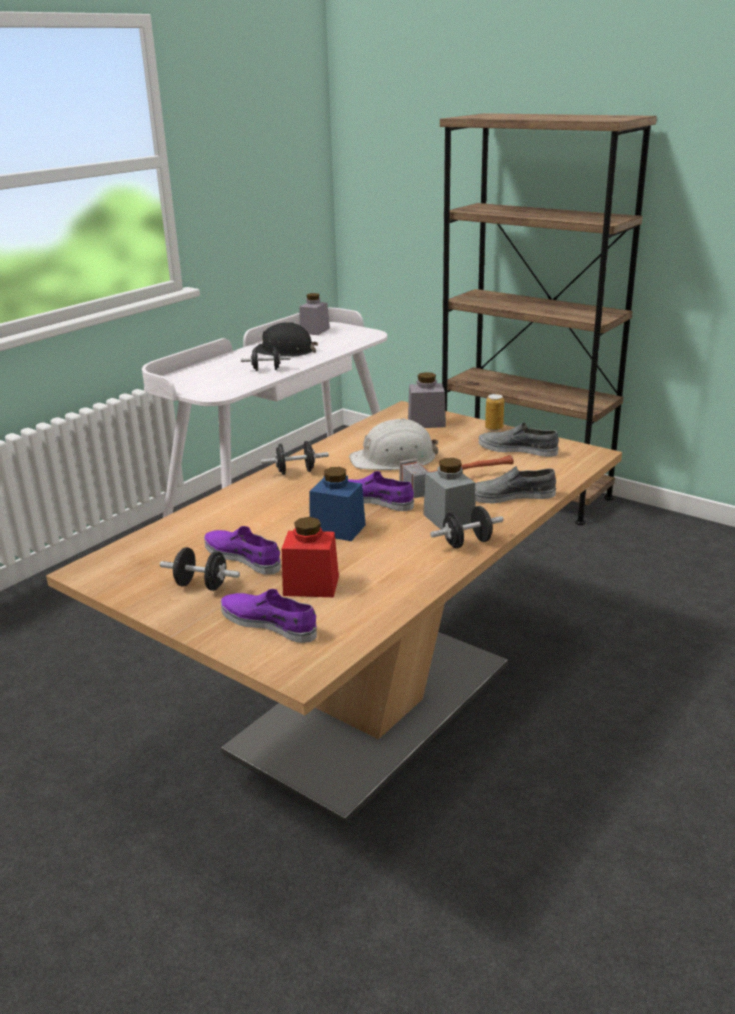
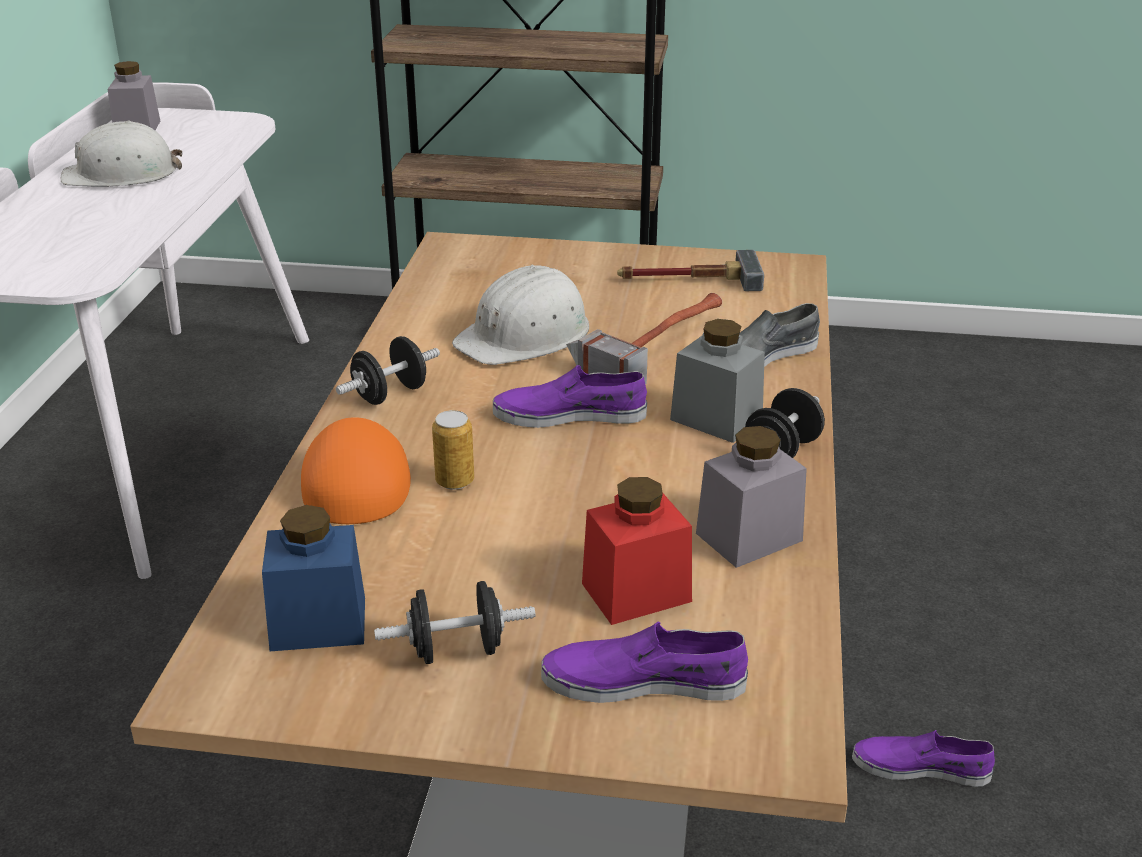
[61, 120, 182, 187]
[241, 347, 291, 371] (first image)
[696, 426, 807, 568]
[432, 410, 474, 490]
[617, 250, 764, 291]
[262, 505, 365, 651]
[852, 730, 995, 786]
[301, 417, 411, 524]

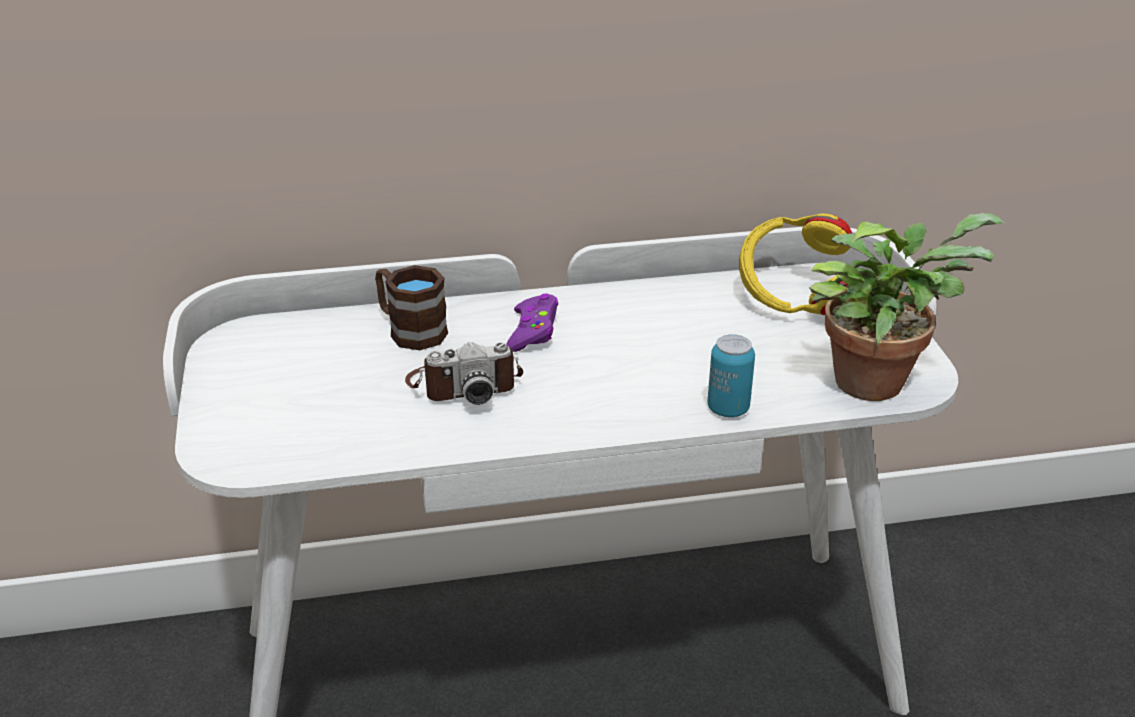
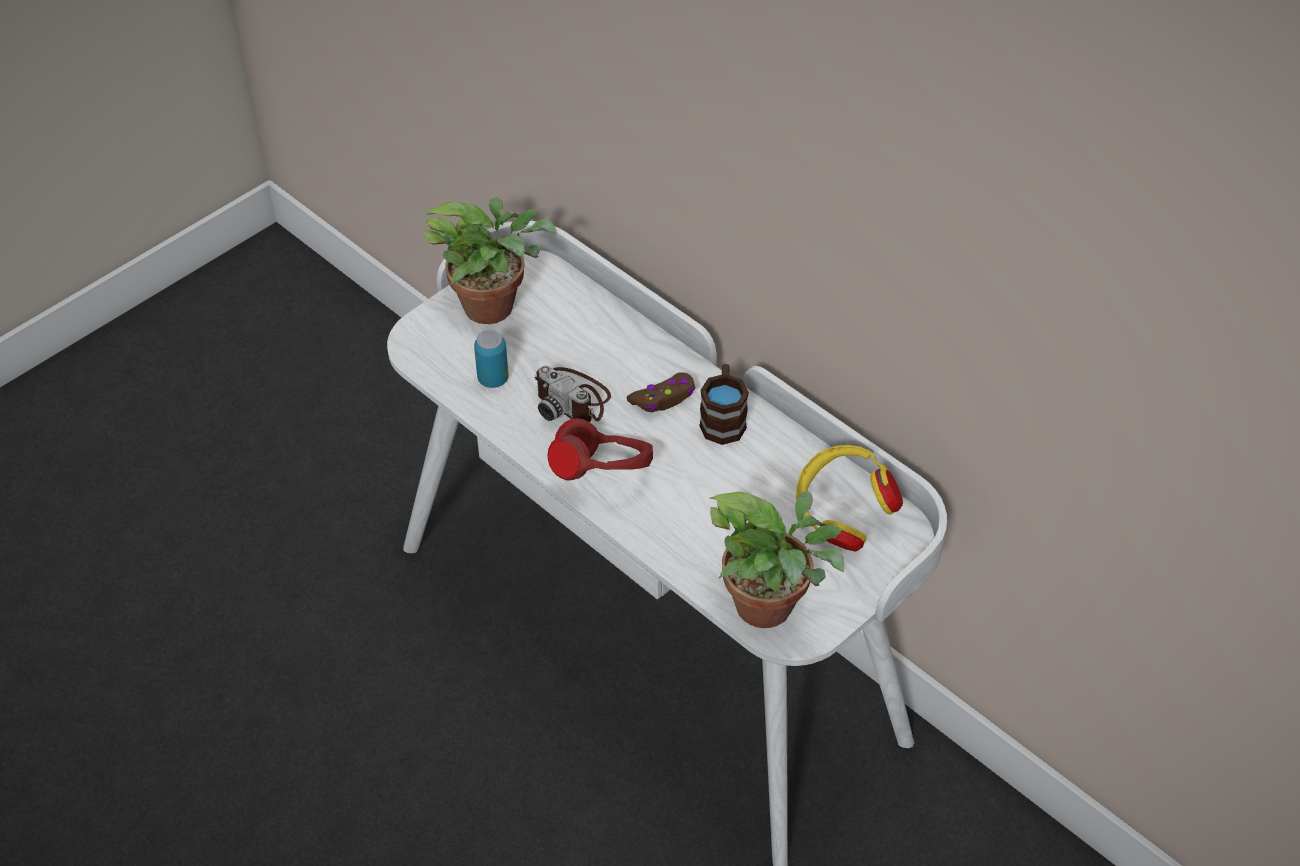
[699, 364, 749, 445]
[626, 373, 695, 412]
[474, 330, 509, 388]
[423, 197, 558, 324]
[548, 418, 653, 481]

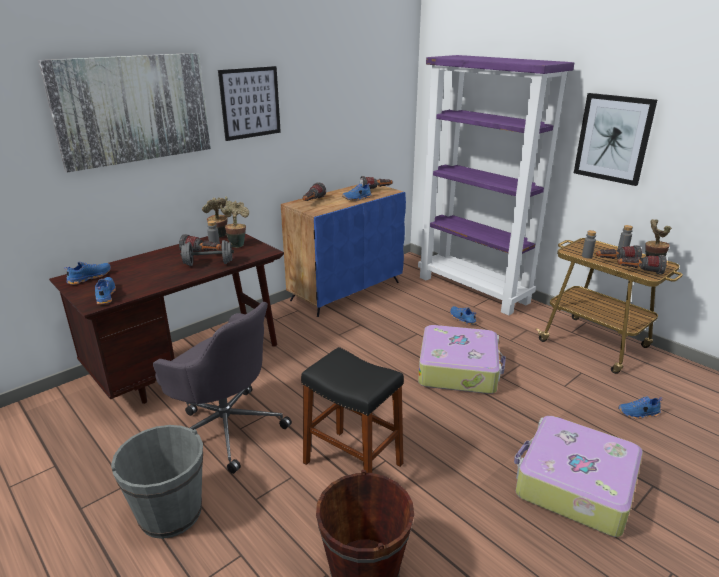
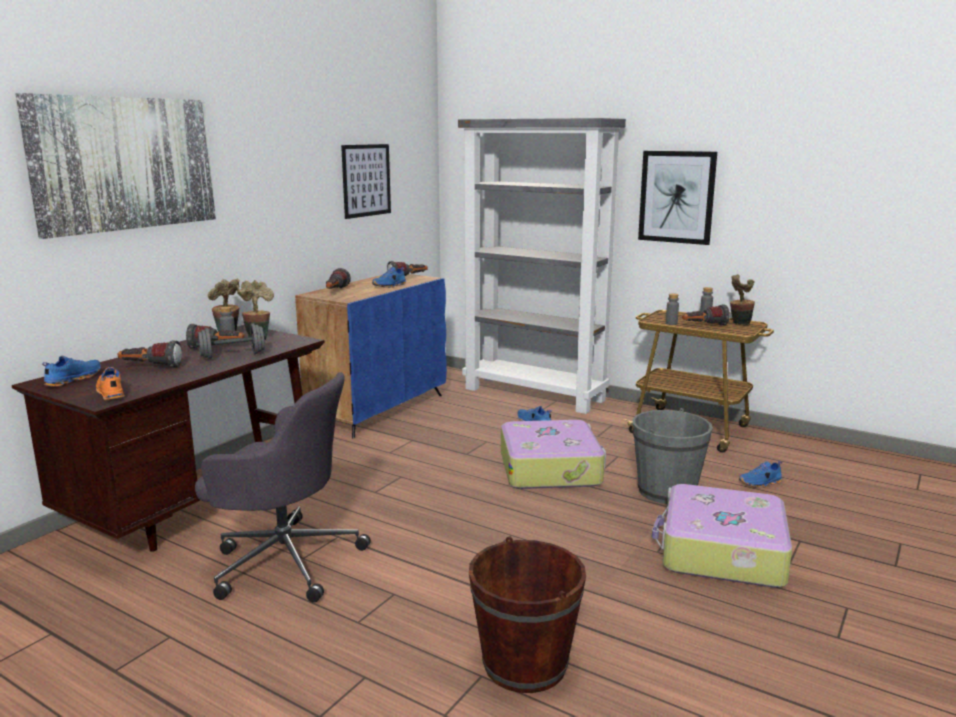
[458, 118, 626, 414]
[341, 144, 391, 219]
[117, 340, 182, 368]
[96, 367, 125, 400]
[301, 347, 404, 473] (first image)
[632, 408, 713, 504]

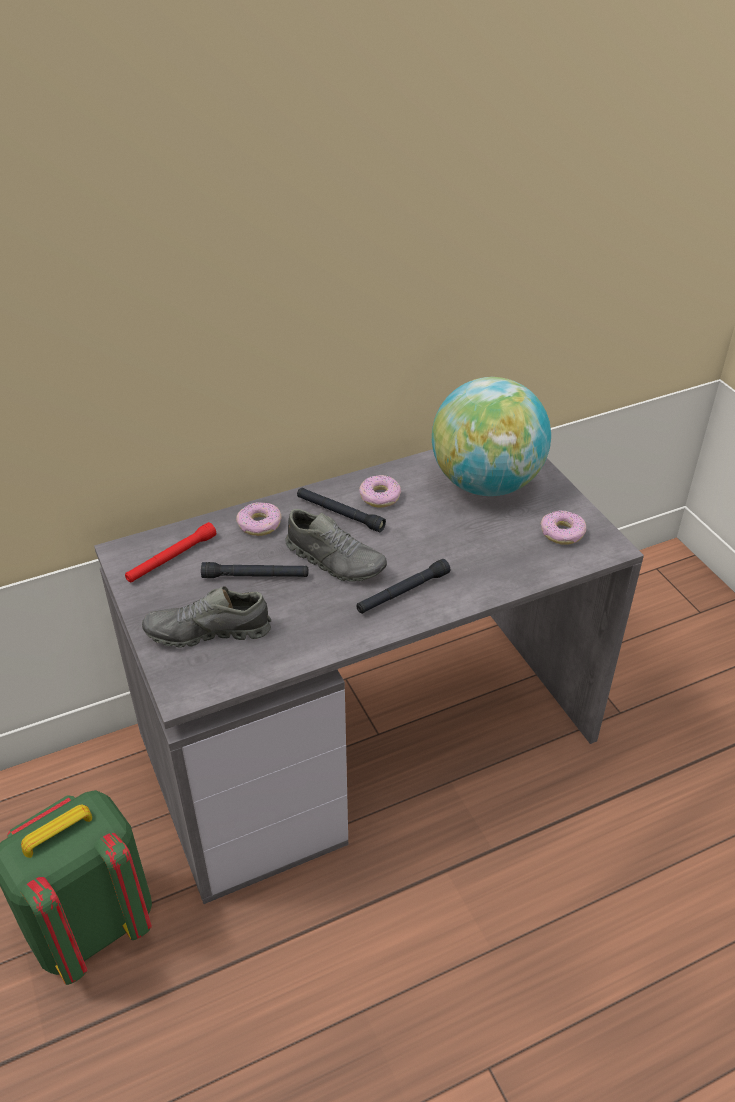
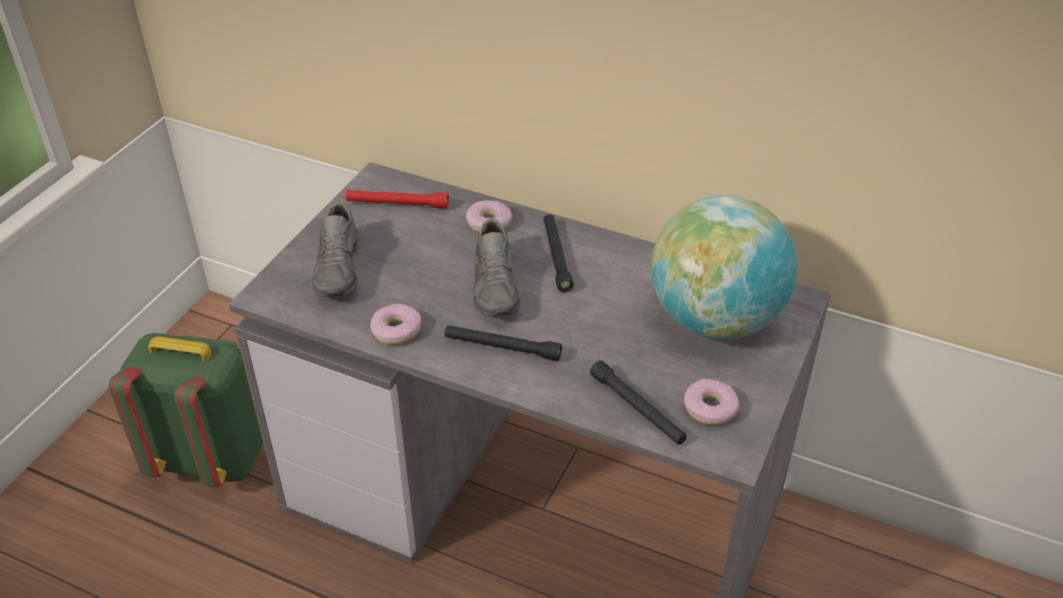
[370, 303, 421, 345]
[590, 360, 686, 445]
[312, 202, 359, 297]

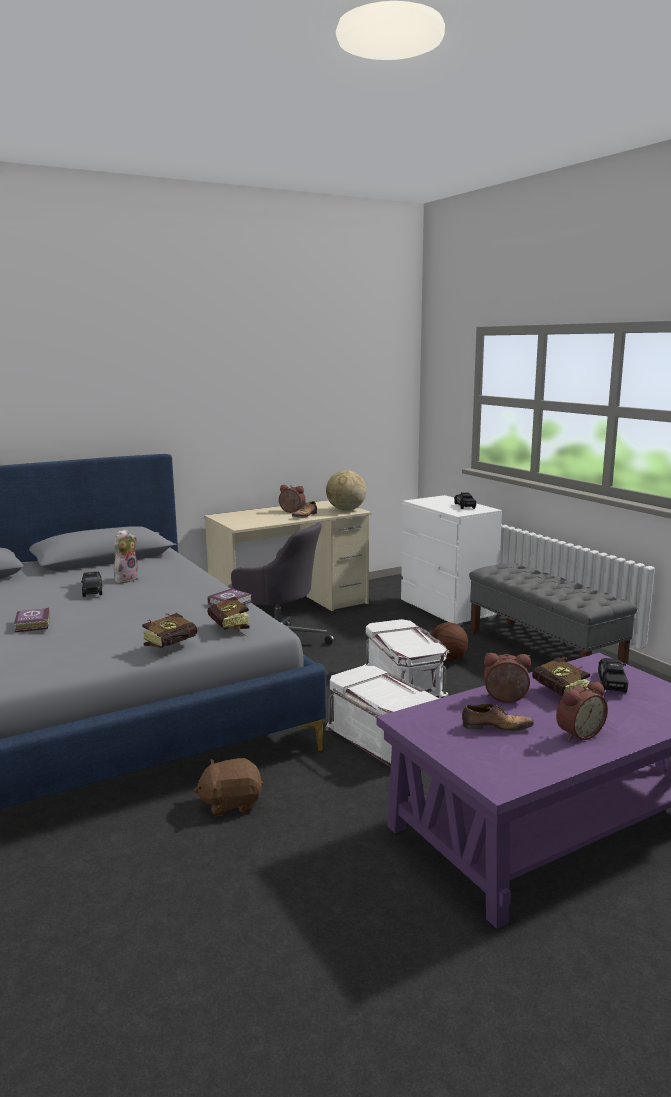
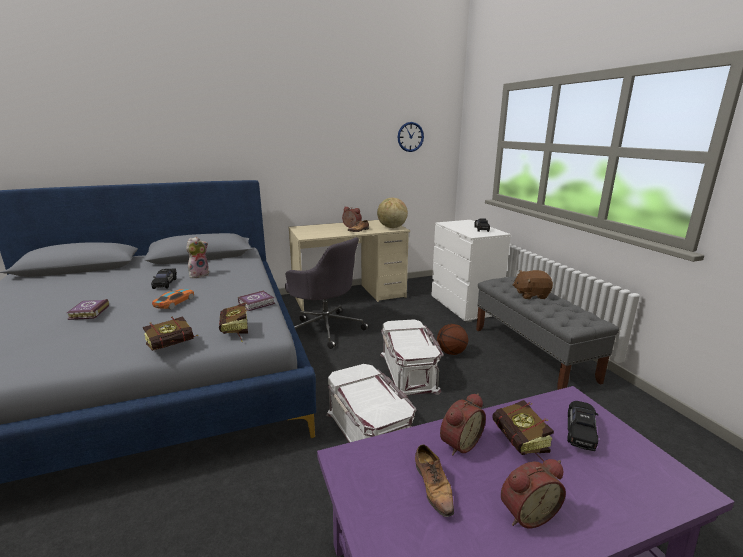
[440, 393, 486, 456]
[415, 444, 454, 517]
[513, 270, 553, 299]
[397, 122, 424, 152]
[152, 289, 194, 310]

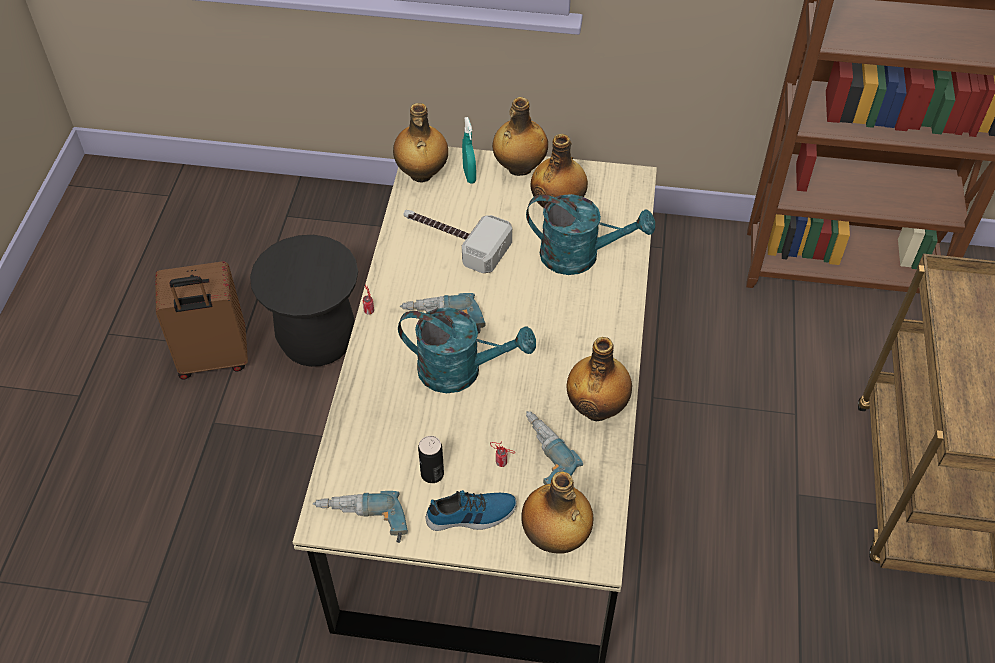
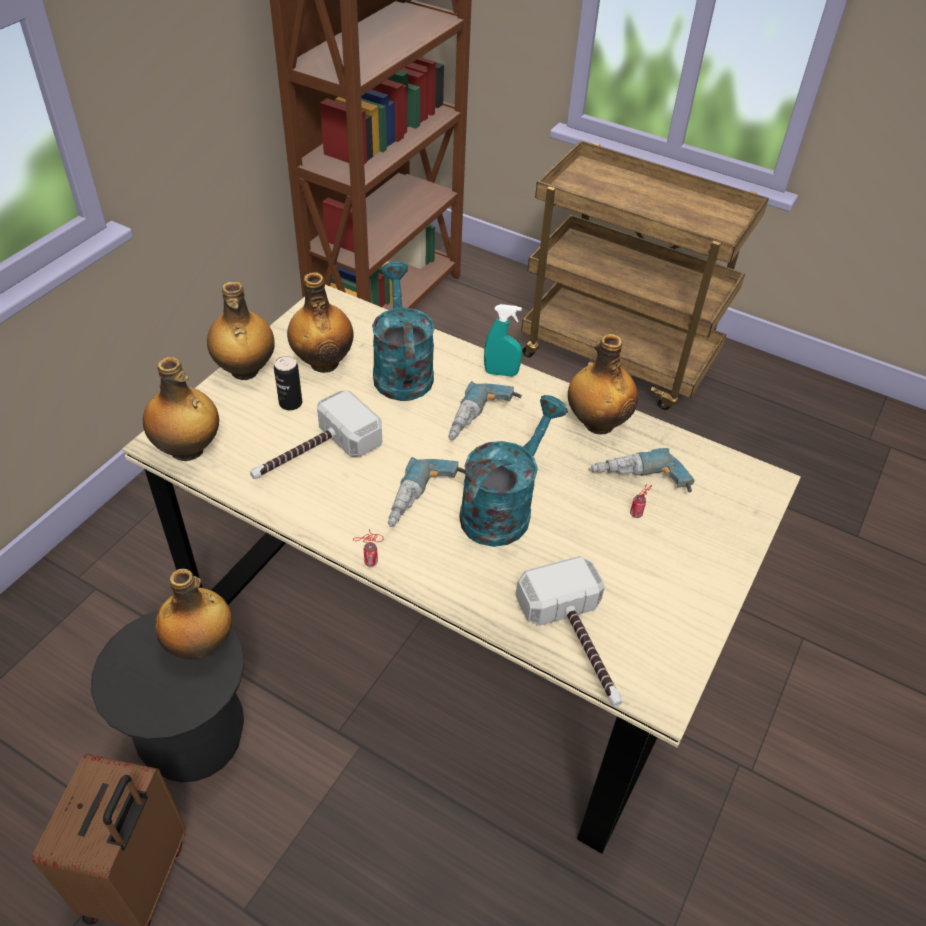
[484, 304, 522, 377]
[372, 261, 435, 401]
[274, 355, 302, 410]
[155, 569, 232, 661]
[426, 490, 517, 531] (first image)
[448, 381, 522, 440]
[516, 556, 622, 707]

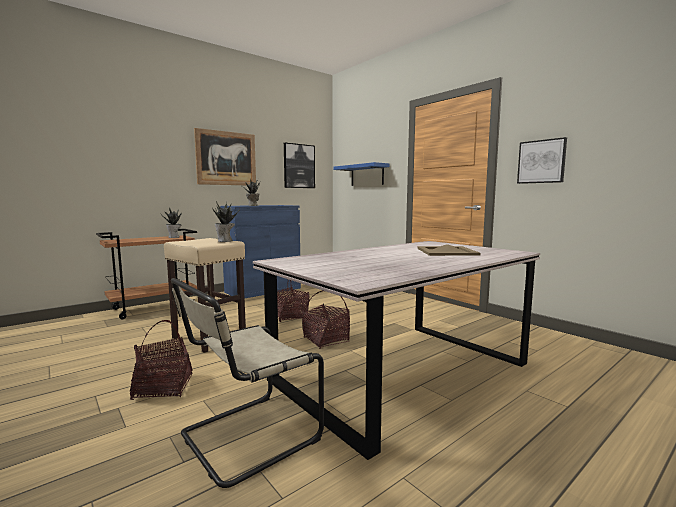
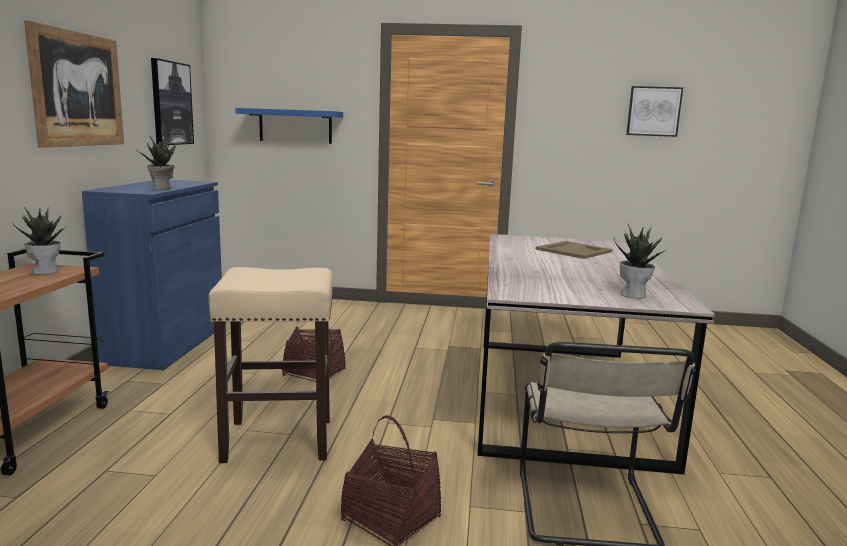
[626, 86, 683, 137]
[614, 224, 667, 298]
[302, 291, 350, 349] (first image)

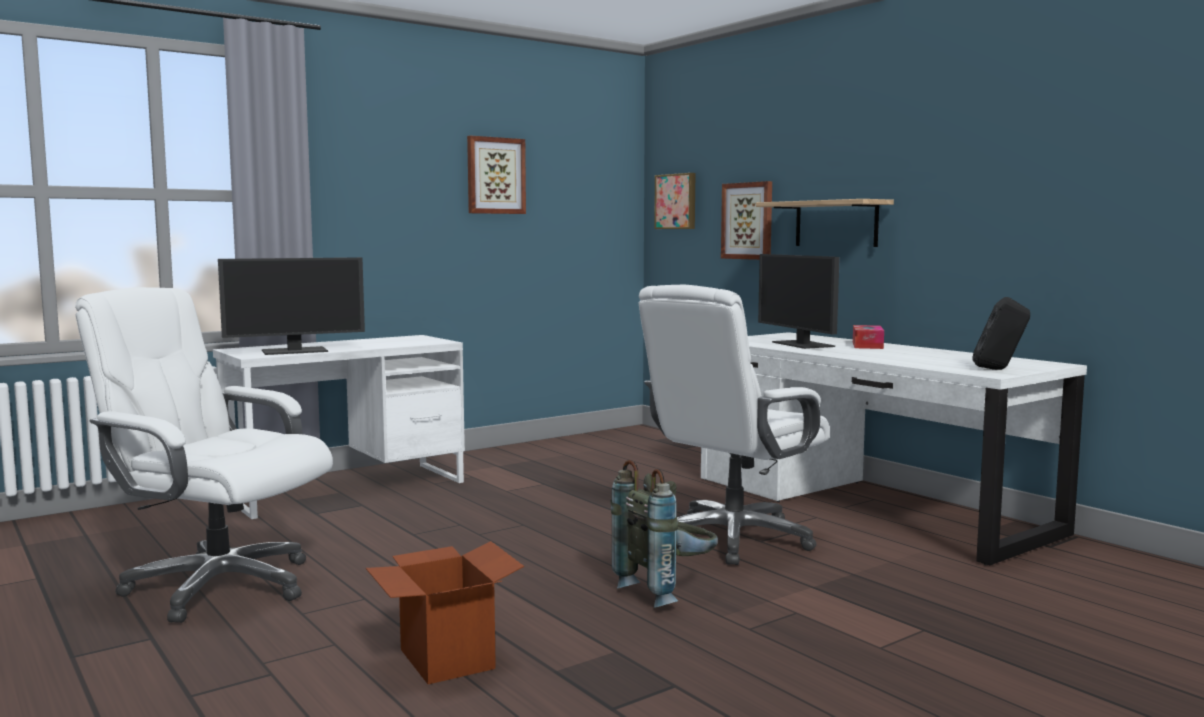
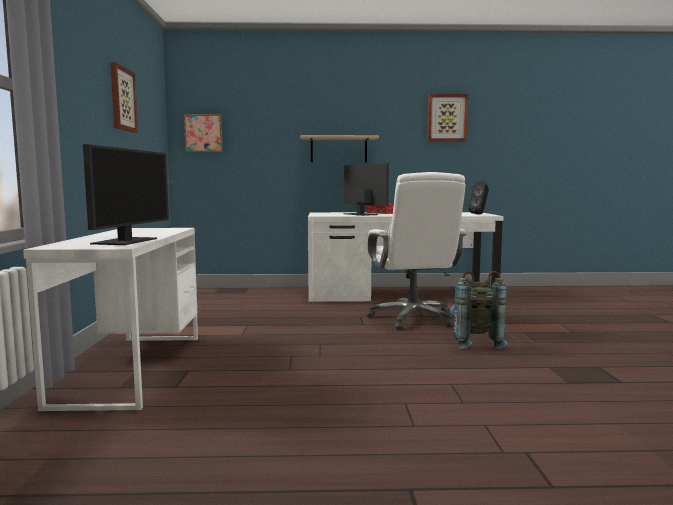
[427, 94, 468, 142]
[344, 163, 389, 216]
[75, 287, 333, 623] (first image)
[366, 541, 524, 684] (first image)

